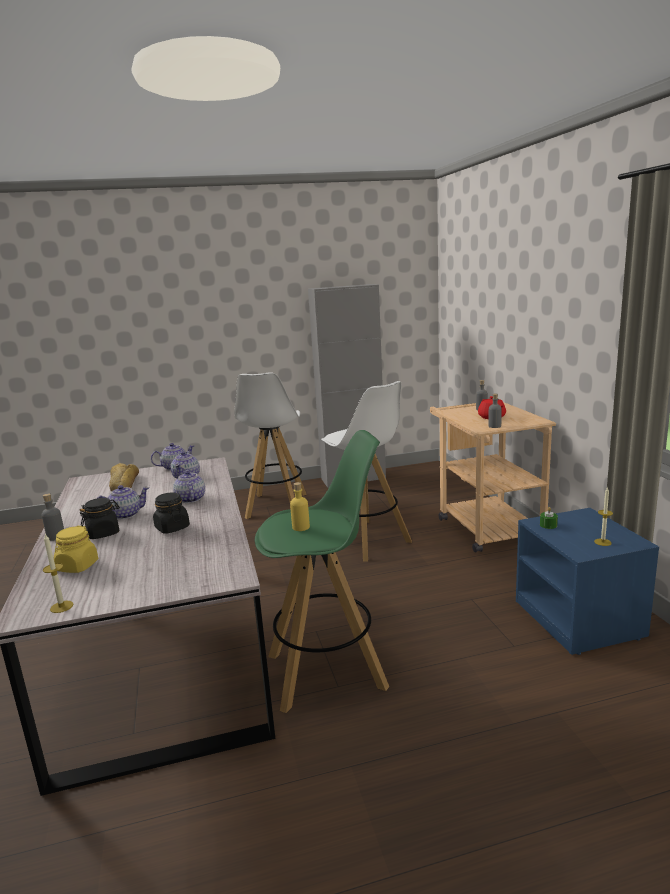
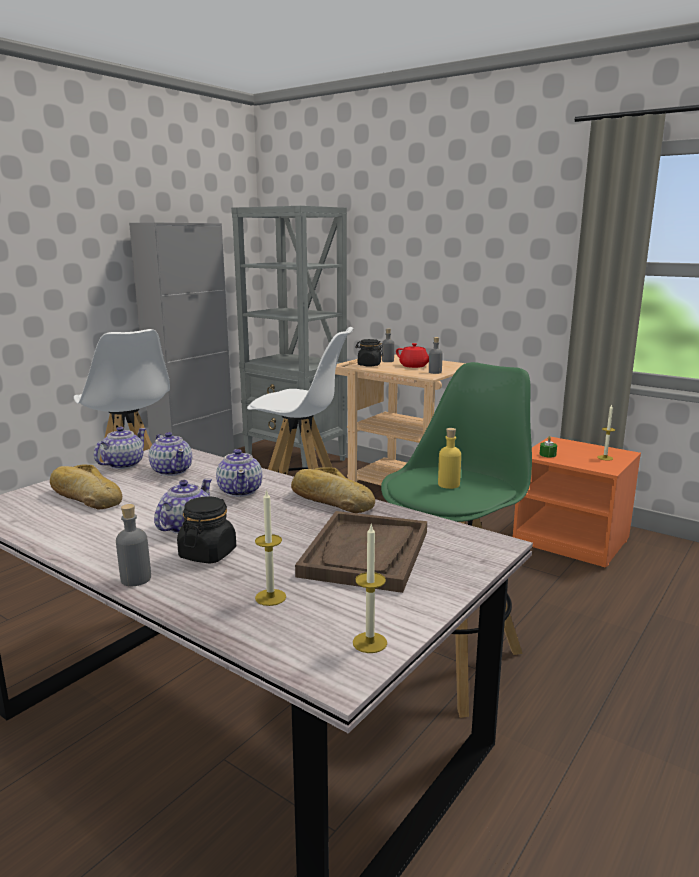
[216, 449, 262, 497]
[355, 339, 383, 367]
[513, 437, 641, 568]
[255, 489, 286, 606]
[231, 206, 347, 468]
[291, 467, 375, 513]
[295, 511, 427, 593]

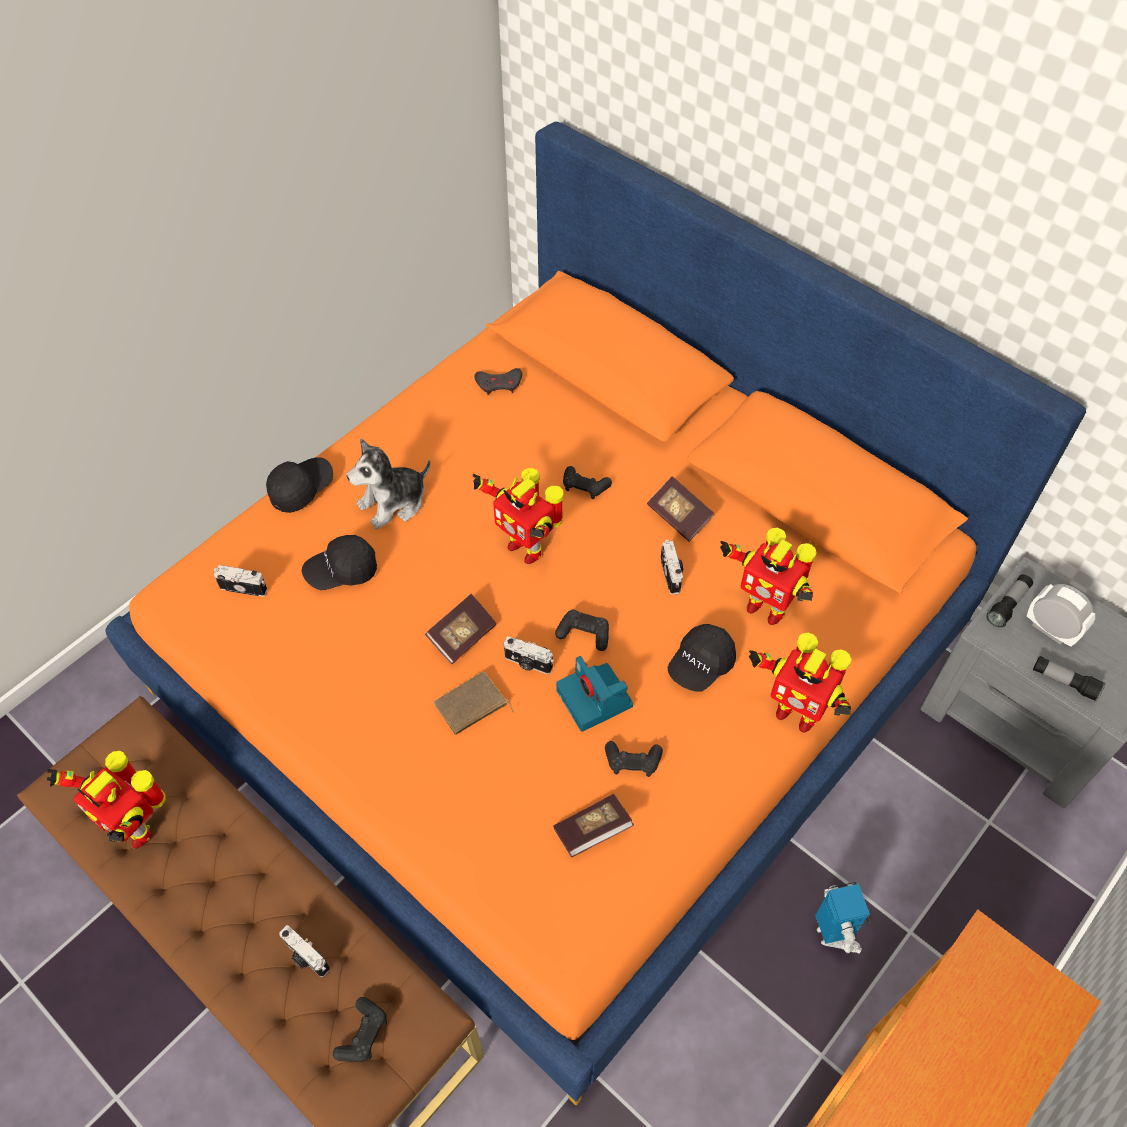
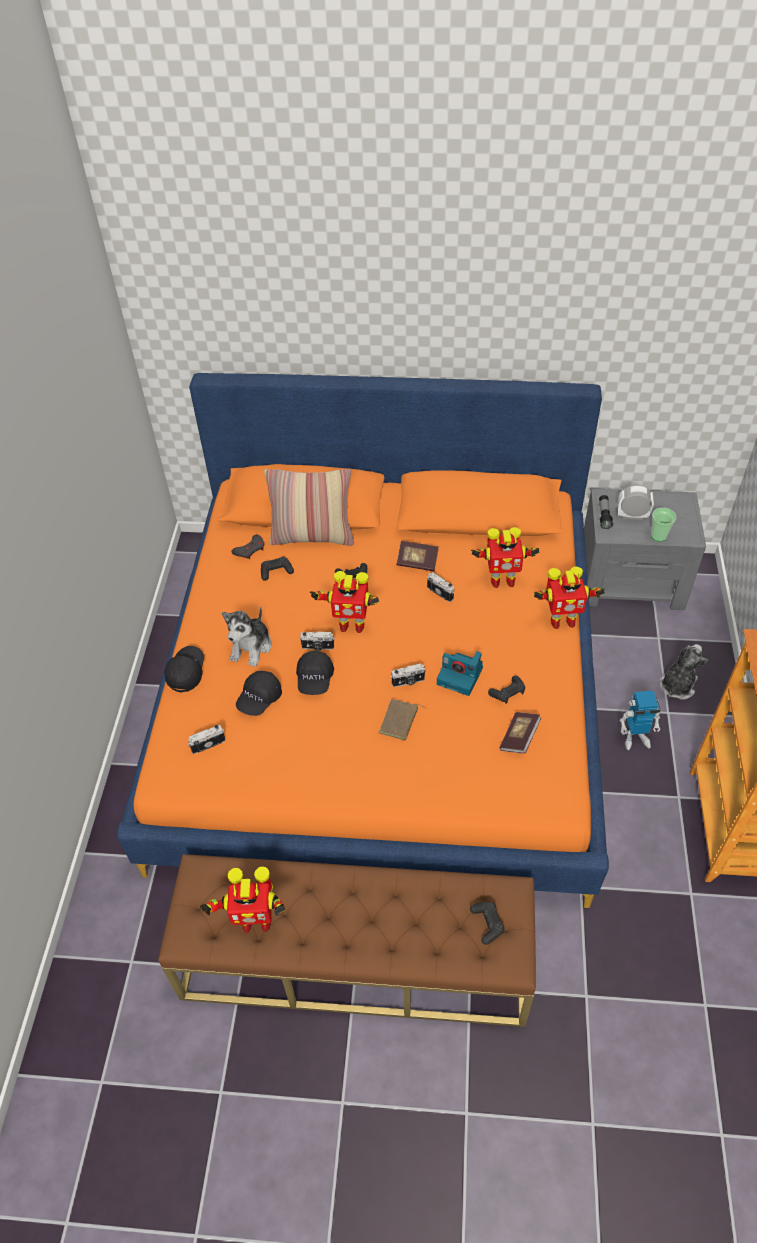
[425, 594, 496, 664] (first image)
[261, 557, 294, 581]
[296, 650, 334, 695]
[651, 508, 676, 542]
[620, 690, 661, 750]
[299, 631, 335, 651]
[264, 469, 354, 546]
[660, 644, 709, 700]

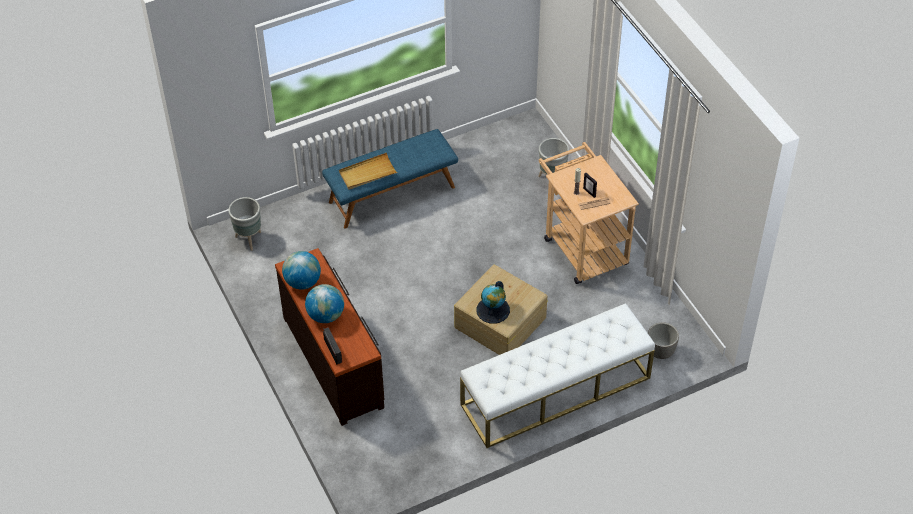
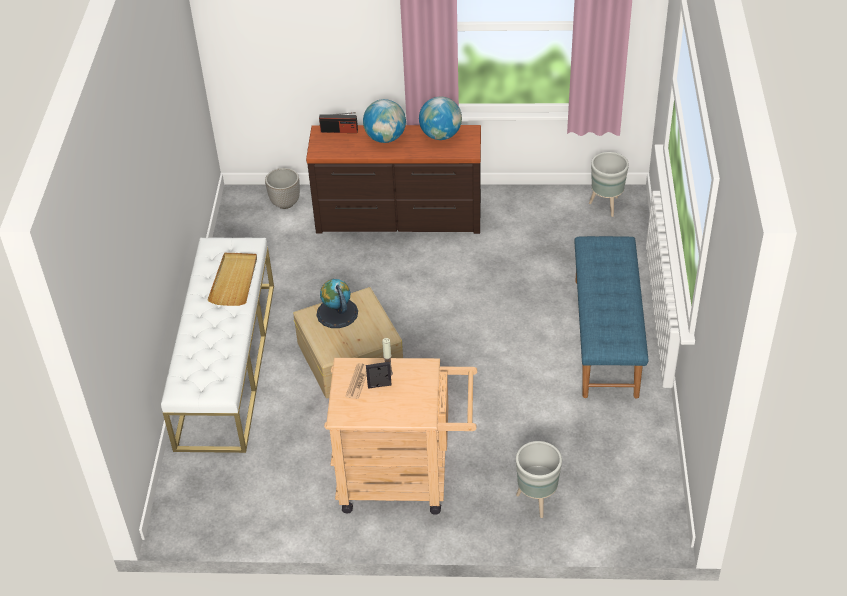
[207, 253, 257, 306]
[265, 168, 300, 209]

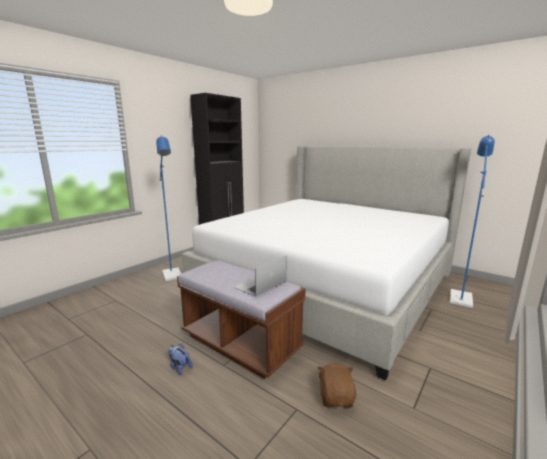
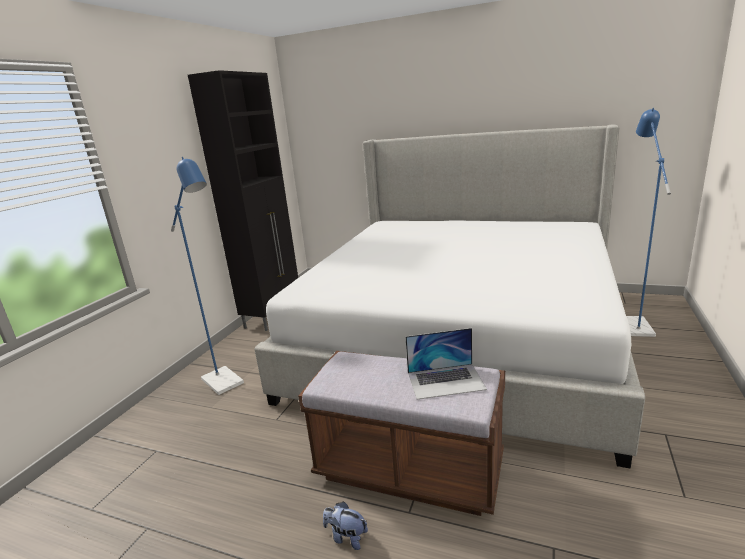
[405, 328, 487, 400]
[317, 363, 356, 408] (first image)

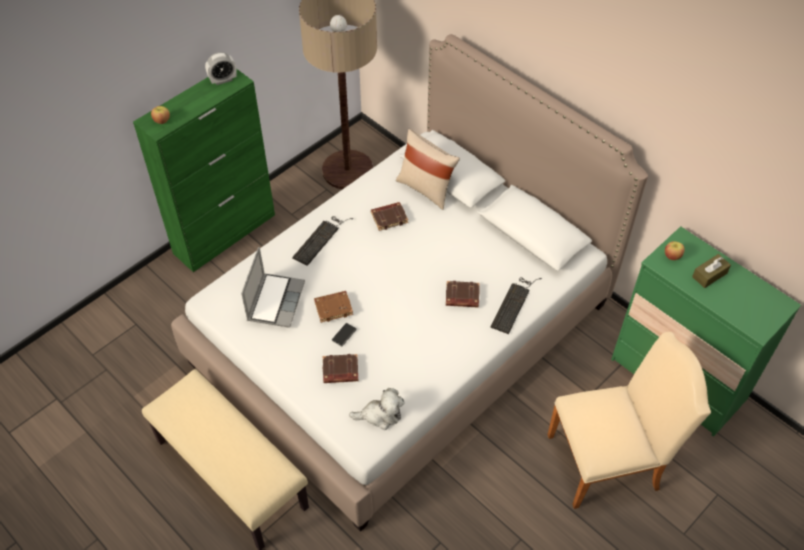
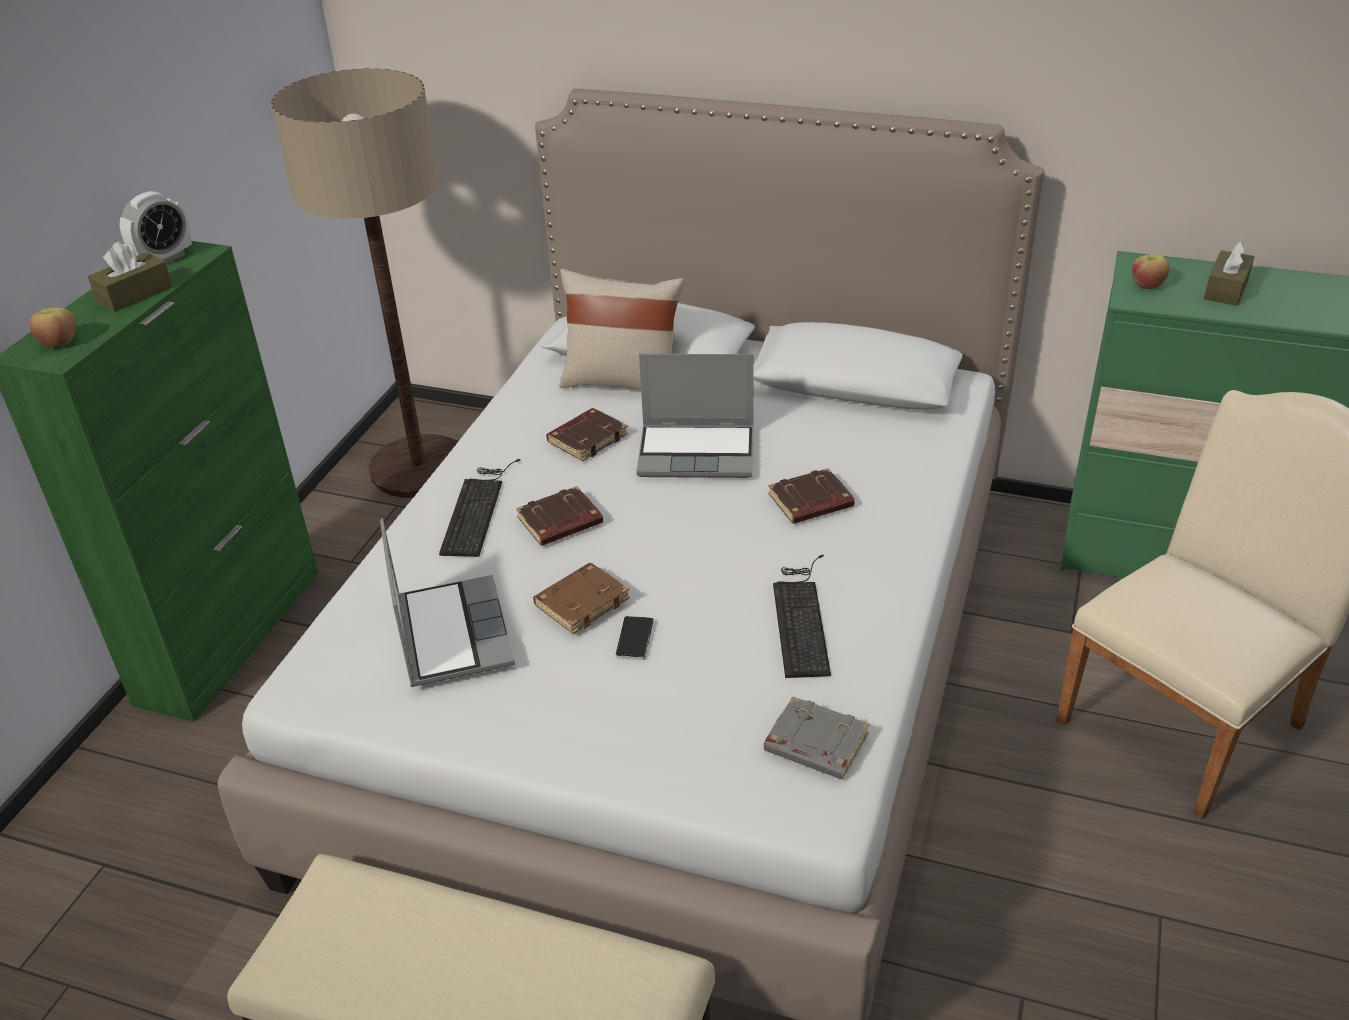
[773, 554, 831, 678]
[516, 486, 603, 546]
[764, 696, 870, 779]
[88, 241, 172, 312]
[636, 354, 754, 478]

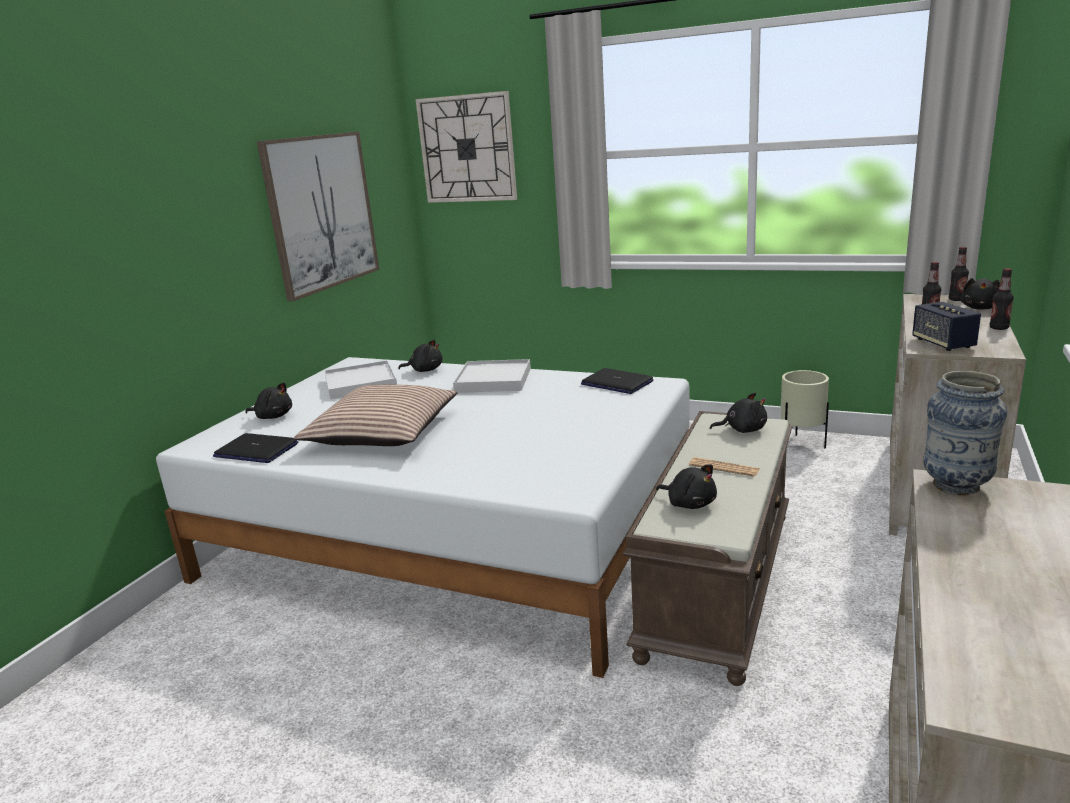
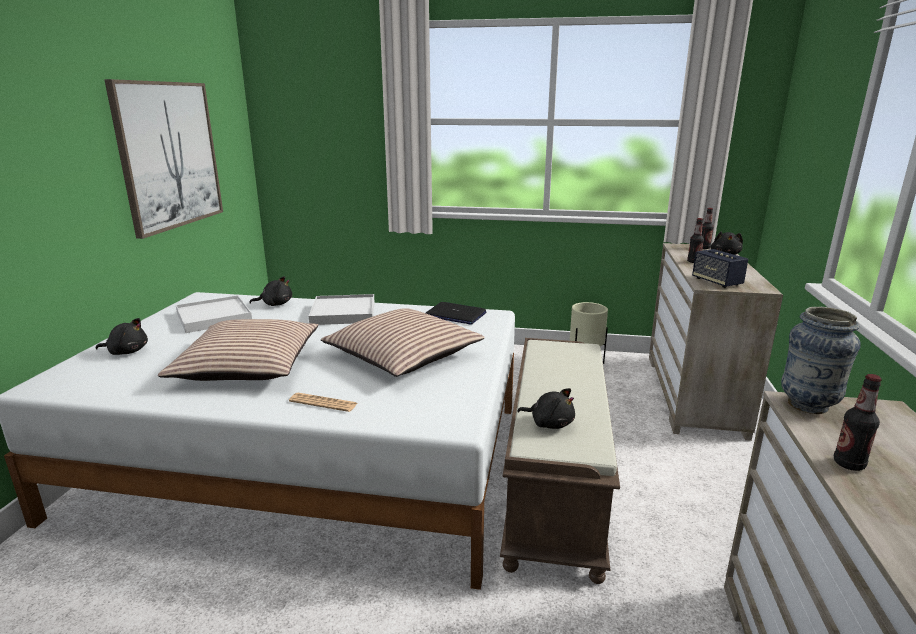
[415, 91, 517, 203] (first image)
[834, 374, 882, 471]
[710, 393, 767, 433] (first image)
[213, 433, 298, 463] (first image)
[289, 393, 358, 412]
[321, 308, 484, 377]

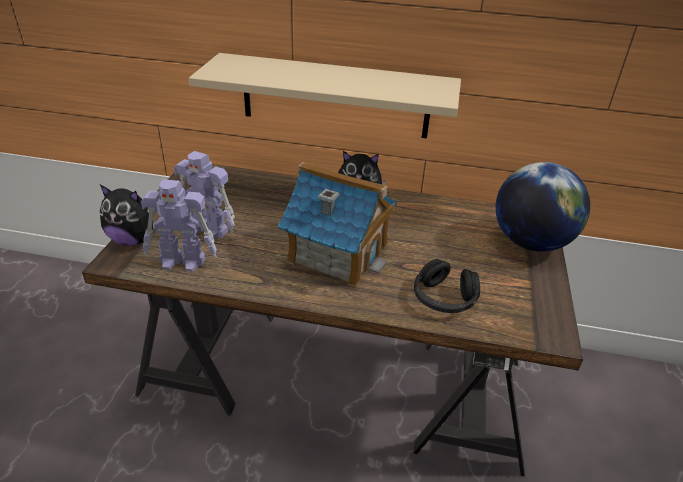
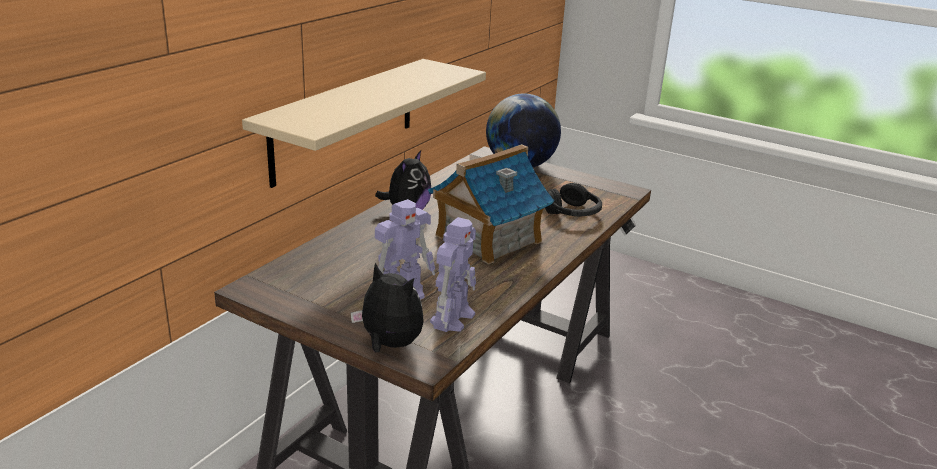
[350, 263, 423, 352]

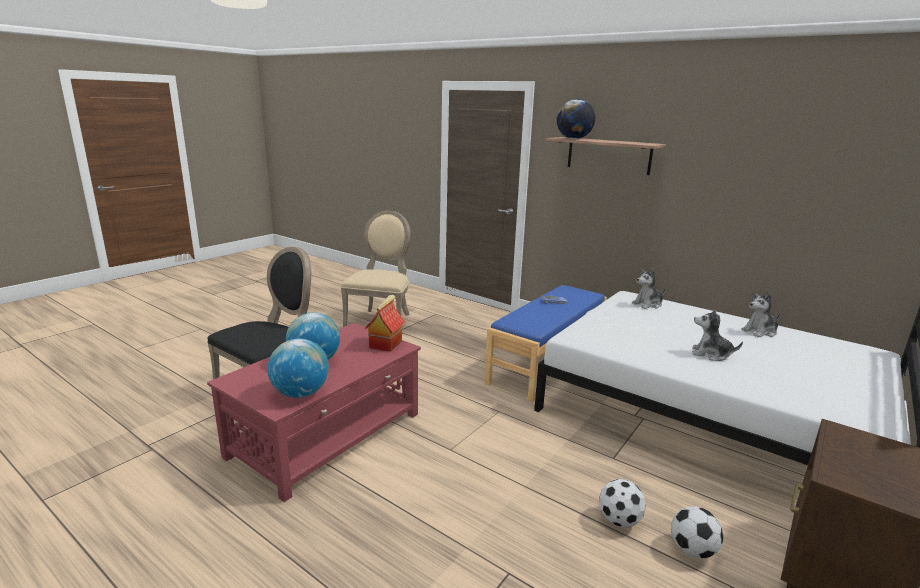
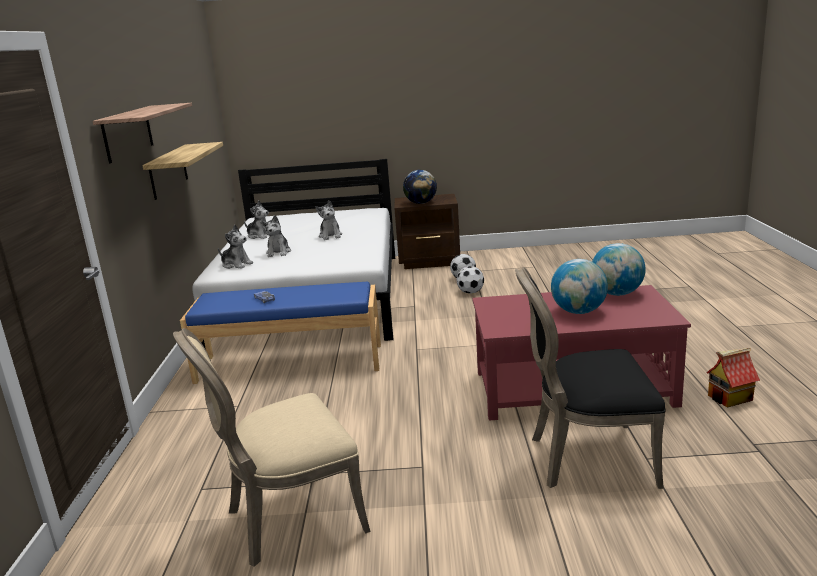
[403, 170, 437, 204]
[706, 348, 760, 408]
[142, 142, 223, 200]
[261, 215, 291, 257]

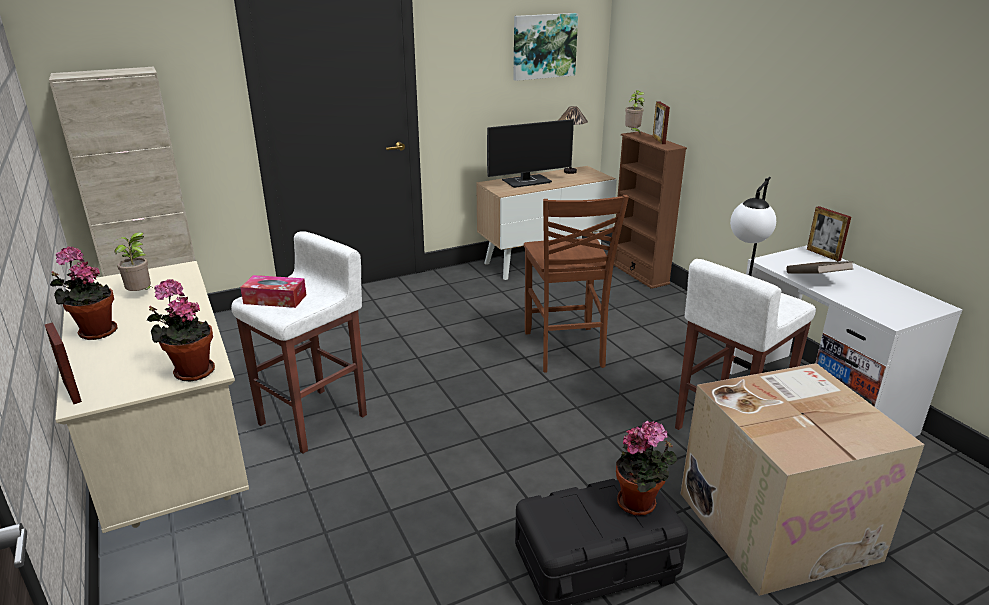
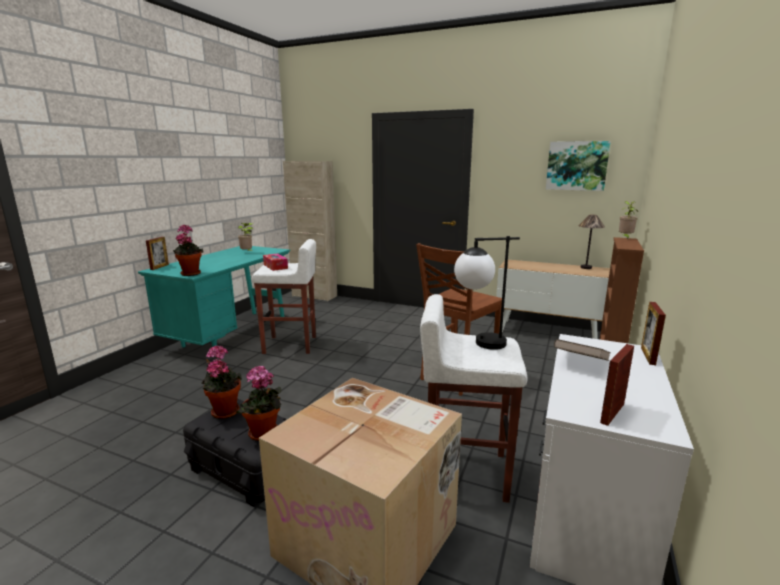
[600, 344, 634, 426]
[487, 119, 574, 188] (first image)
[201, 345, 242, 419]
[138, 246, 290, 347]

